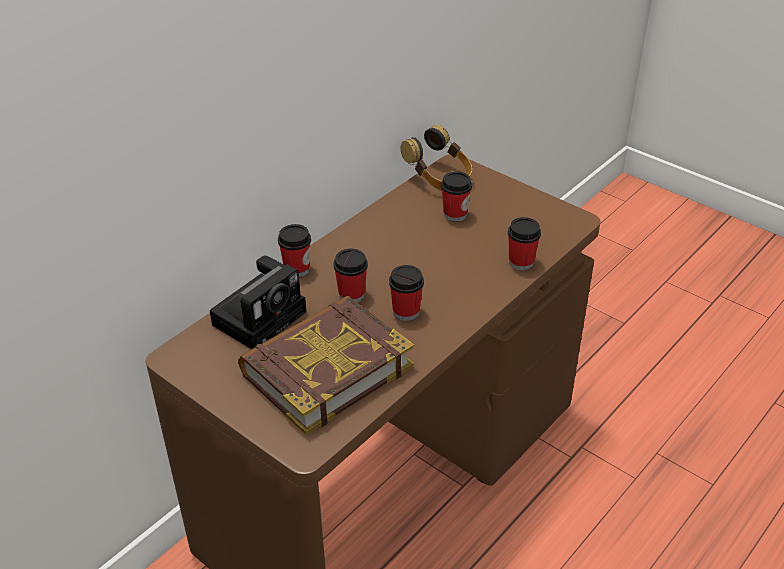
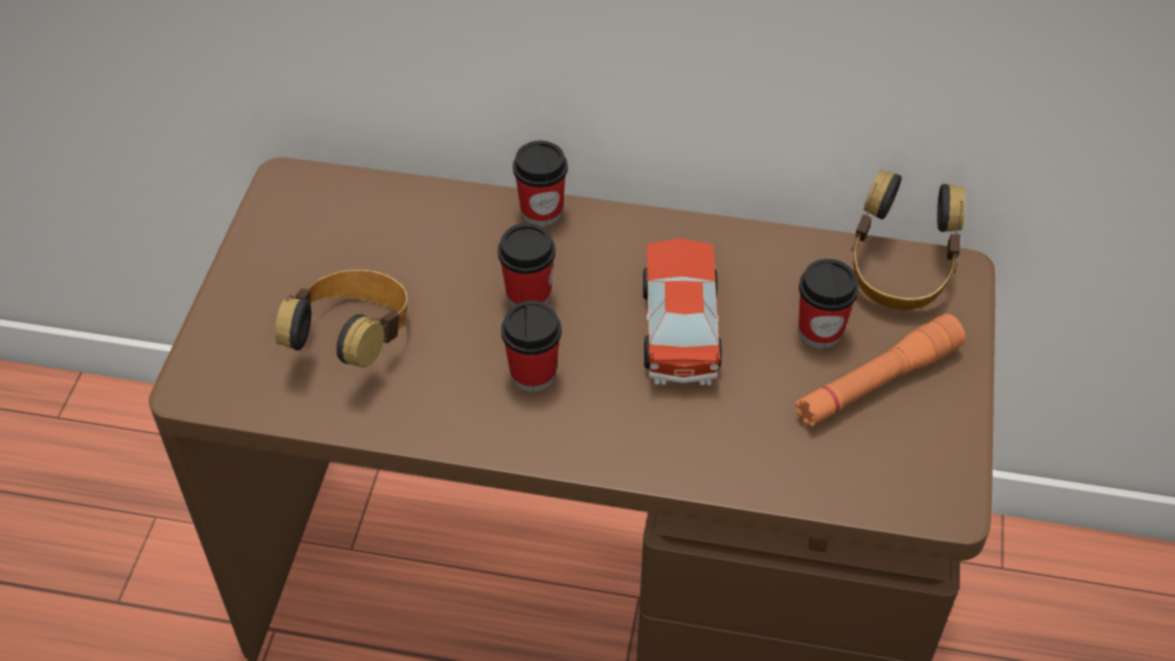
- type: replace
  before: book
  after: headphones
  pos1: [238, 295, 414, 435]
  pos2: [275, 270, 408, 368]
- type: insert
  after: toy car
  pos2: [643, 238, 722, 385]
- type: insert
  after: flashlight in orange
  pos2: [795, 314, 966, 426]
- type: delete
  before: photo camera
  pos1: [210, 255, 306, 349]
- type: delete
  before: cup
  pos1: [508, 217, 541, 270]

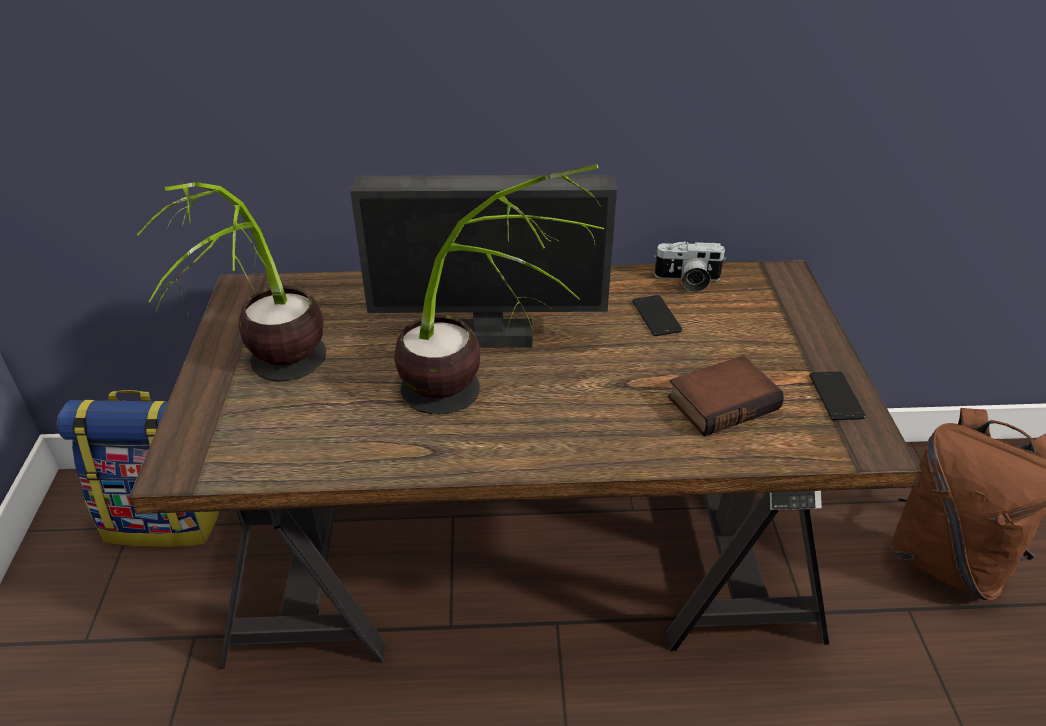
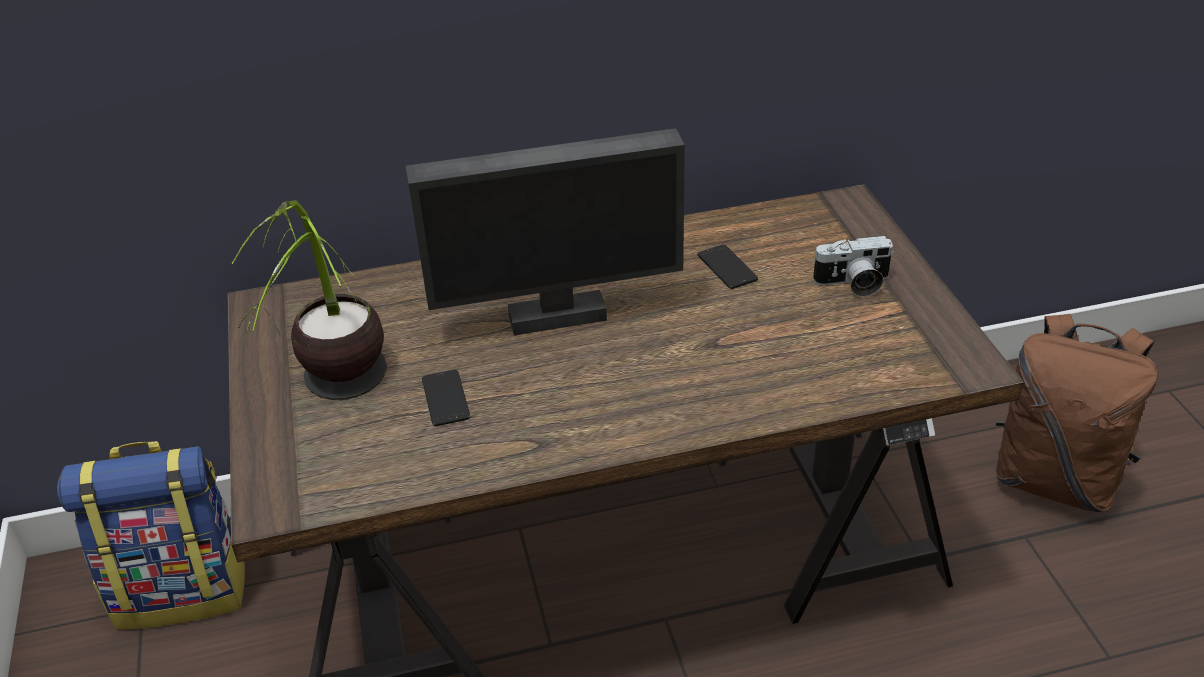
- type: move
  before: phone
  pos1: [809, 371, 866, 420]
  pos2: [422, 370, 470, 426]
- type: move
  before: photo camera
  pos1: [654, 241, 726, 292]
  pos2: [812, 236, 894, 297]
- type: delete
  before: potted plant
  pos1: [394, 164, 604, 415]
- type: delete
  before: book
  pos1: [668, 355, 784, 436]

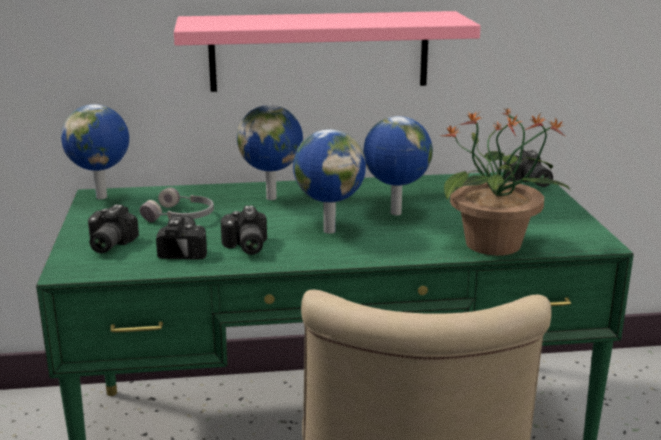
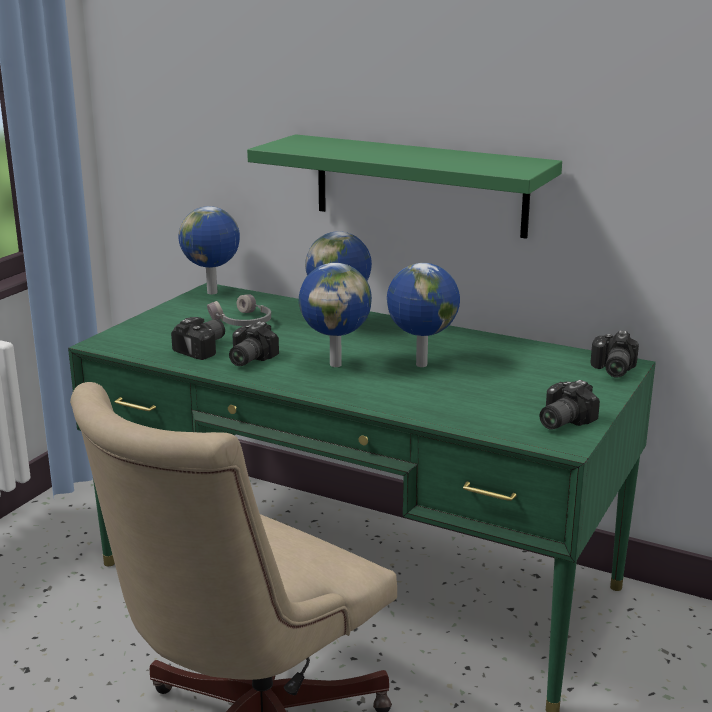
- type: recolor
  before: shelf in pink
  after: shelf in green
  pos1: [174, 11, 481, 92]
  pos2: [247, 134, 562, 239]
- type: move
  before: photo camera
  pos1: [88, 205, 139, 253]
  pos2: [540, 380, 600, 429]
- type: delete
  before: potted plant
  pos1: [441, 107, 570, 256]

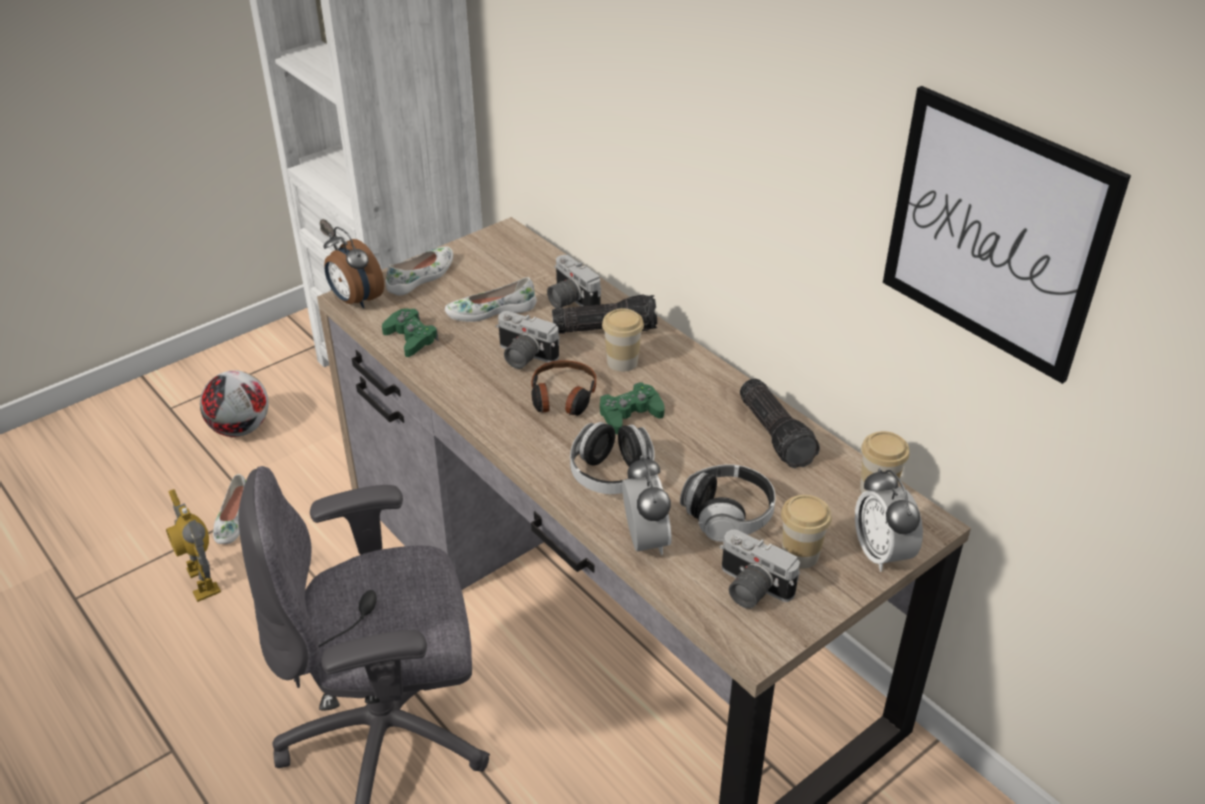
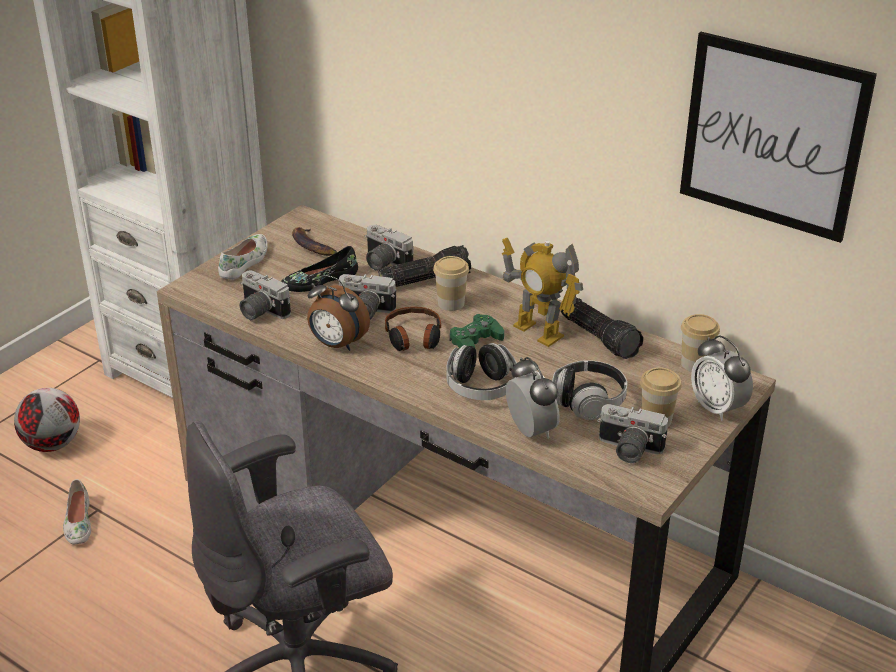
- type: replace
  before: game controller in green
  after: photo camera
  pos1: [382, 308, 439, 357]
  pos2: [240, 270, 291, 320]
- type: recolor
  before: shoe in white
  after: shoe in black
  pos1: [445, 277, 537, 322]
  pos2: [281, 246, 358, 292]
- type: insert
  after: banana
  pos2: [292, 227, 337, 256]
- type: move
  before: alarm clock
  pos1: [324, 227, 384, 309]
  pos2: [307, 275, 370, 351]
- type: move
  before: toy robot
  pos1: [166, 489, 221, 602]
  pos2: [502, 237, 583, 347]

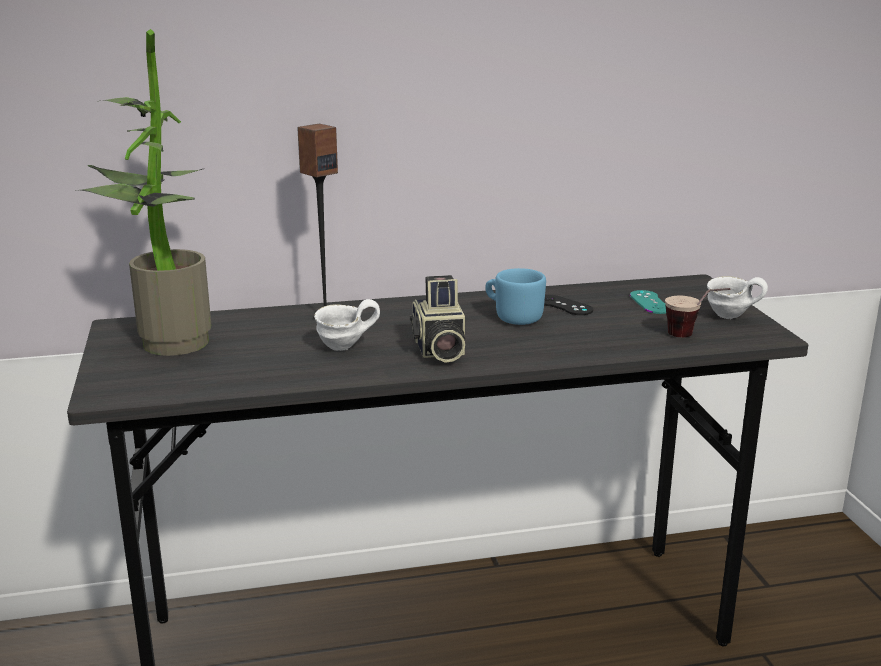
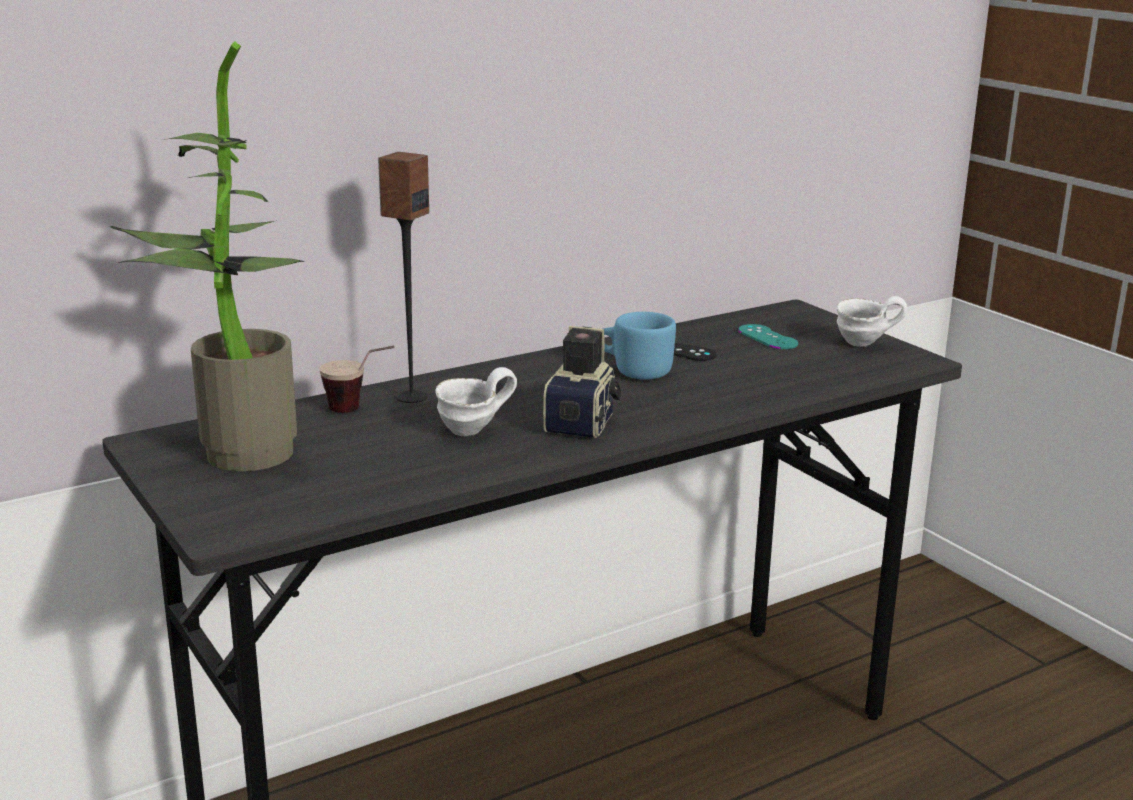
- type: move
  before: cup
  pos1: [665, 288, 730, 337]
  pos2: [319, 346, 394, 413]
- type: rotate
  before: photo camera
  pos1: [410, 275, 465, 363]
  pos2: [543, 326, 621, 438]
  turn: -135

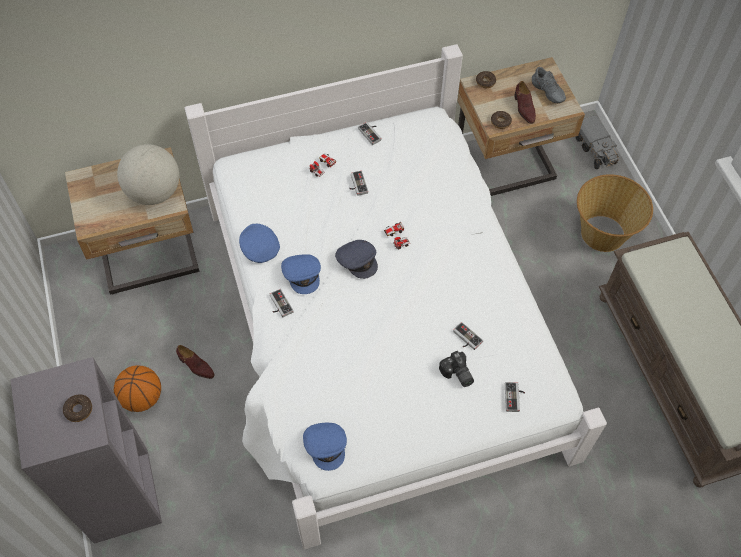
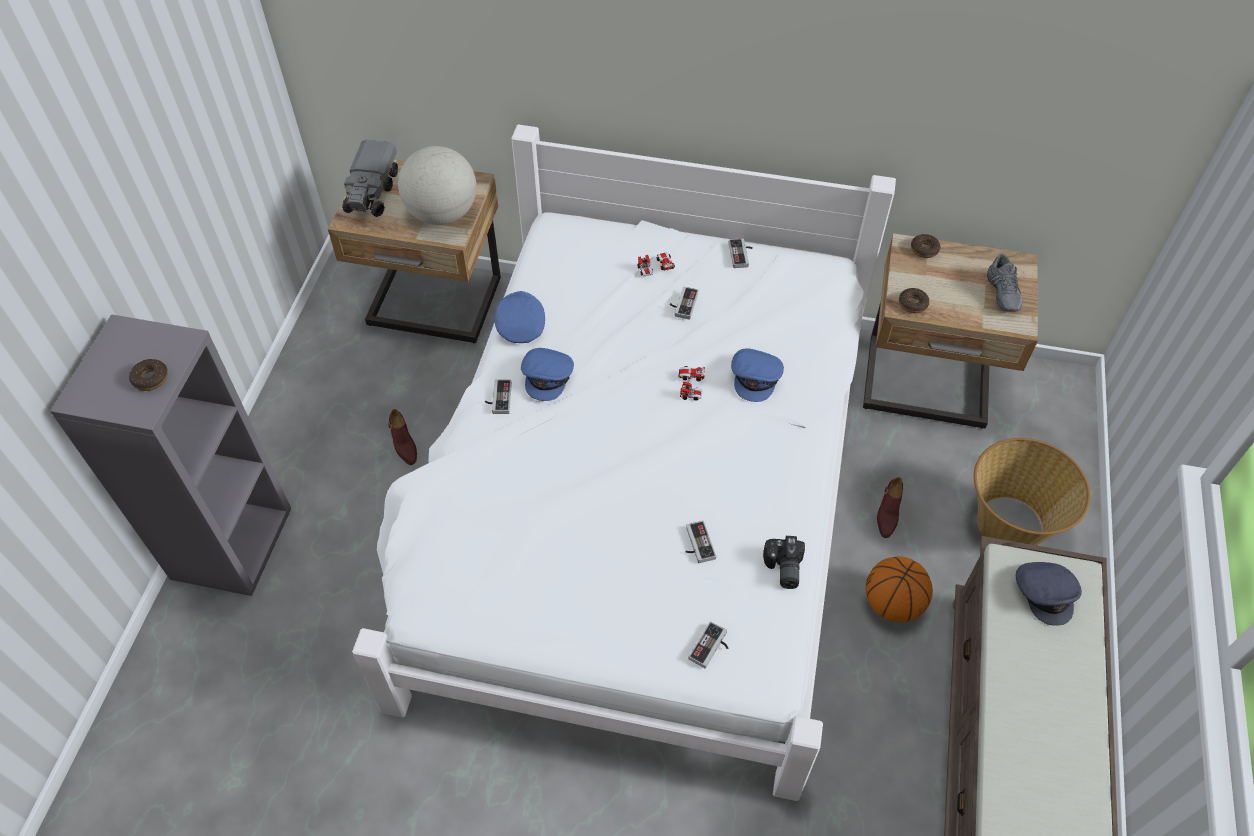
- type: move
  before: toy truck
  pos1: [575, 116, 618, 169]
  pos2: [342, 140, 398, 217]
- type: move
  before: cap in blue
  pos1: [303, 423, 347, 471]
  pos2: [731, 348, 784, 402]
- type: move
  before: photo camera
  pos1: [439, 351, 474, 387]
  pos2: [763, 536, 805, 589]
- type: move
  before: basketball
  pos1: [114, 365, 161, 412]
  pos2: [866, 556, 933, 622]
- type: move
  before: shoe in brown
  pos1: [514, 81, 536, 124]
  pos2: [877, 477, 903, 538]
- type: move
  before: cap in grey
  pos1: [335, 240, 378, 279]
  pos2: [1016, 562, 1082, 626]

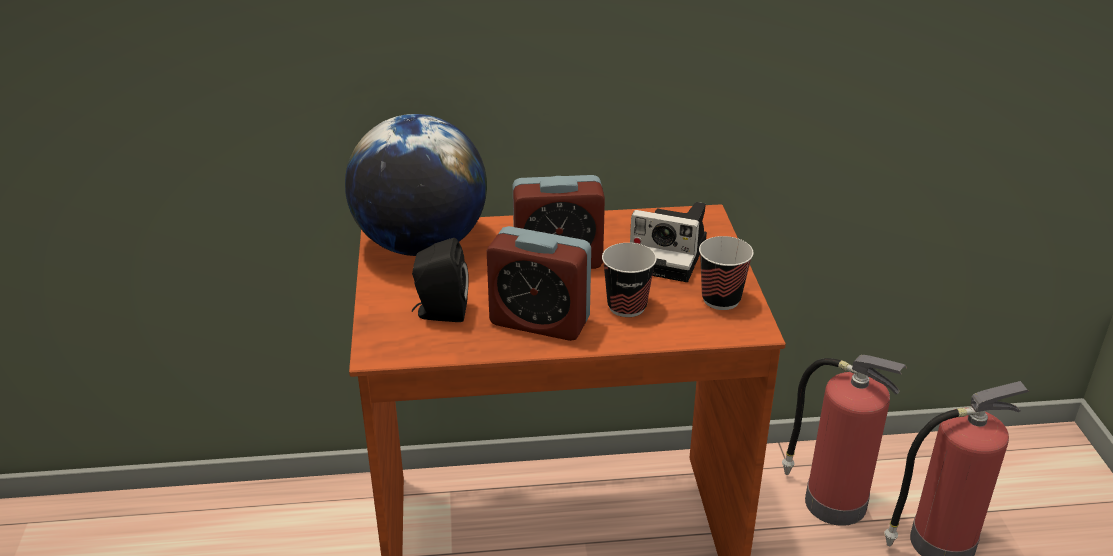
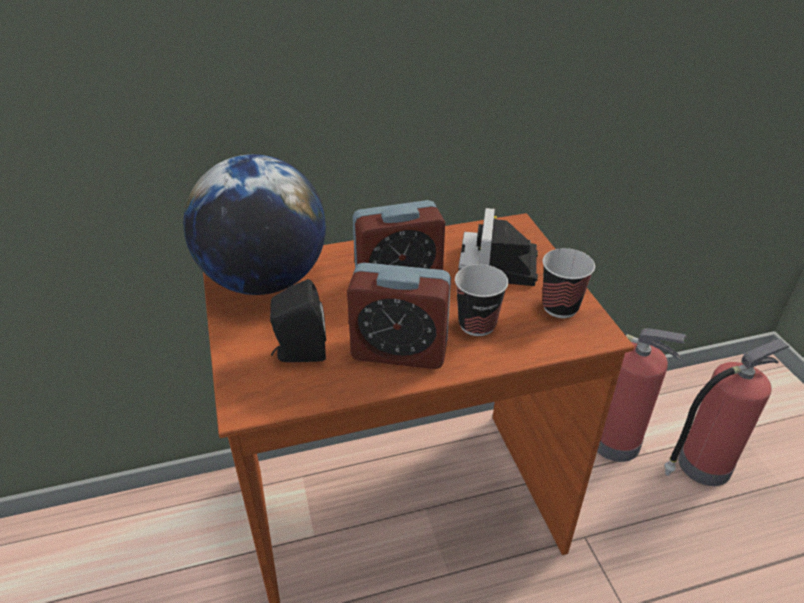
- type: rotate
  before: photo camera
  pos1: [630, 202, 707, 282]
  pos2: [458, 208, 538, 286]
  turn: 90

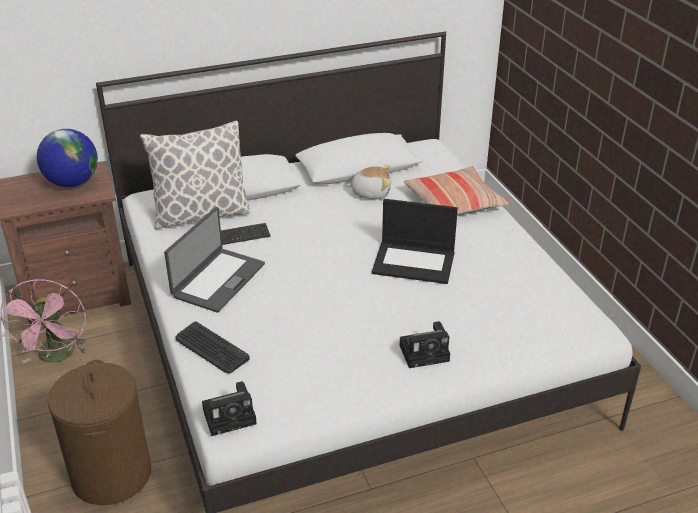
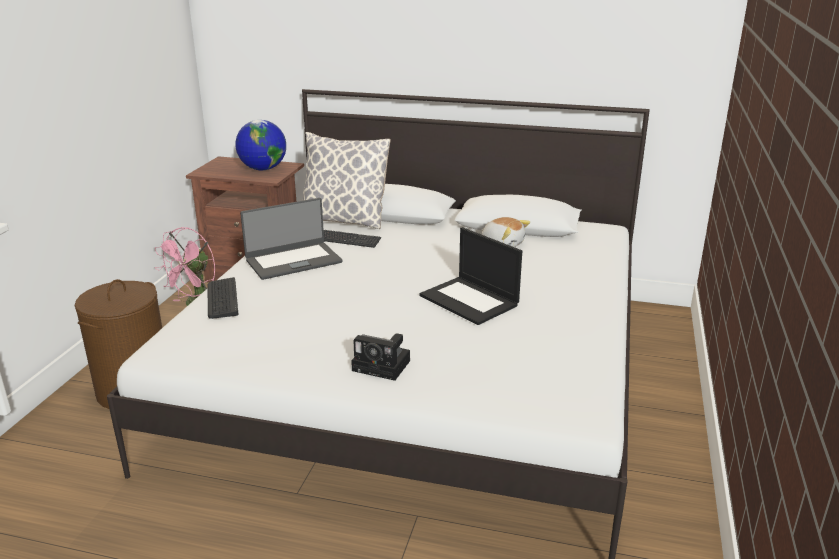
- type: delete
  before: photo camera
  pos1: [202, 381, 257, 436]
- type: delete
  before: pillow
  pos1: [404, 167, 510, 215]

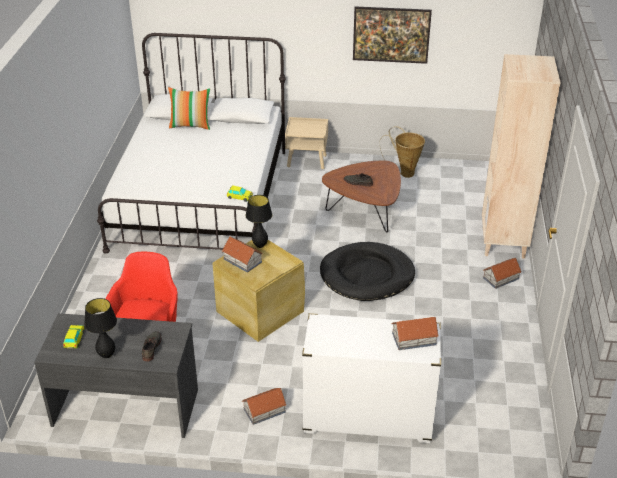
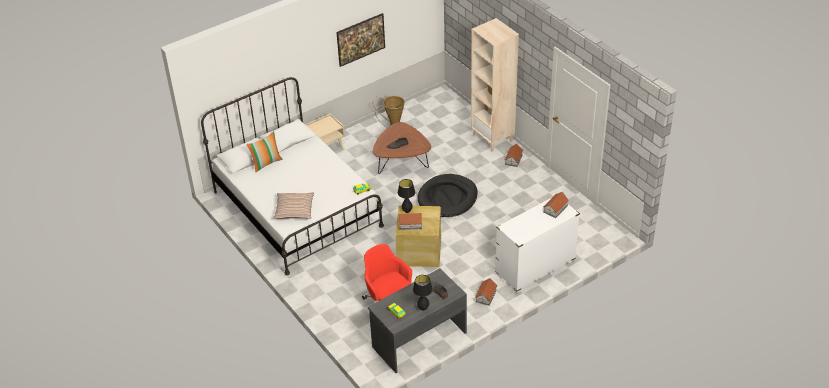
- type: insert
  after: pillow
  pos2: [273, 192, 314, 219]

